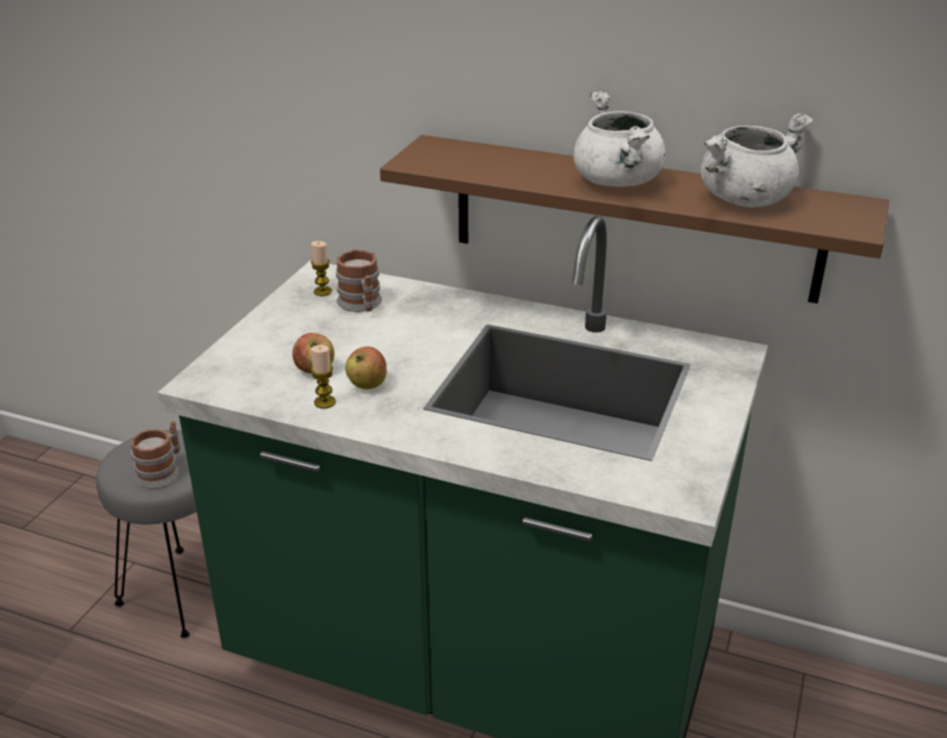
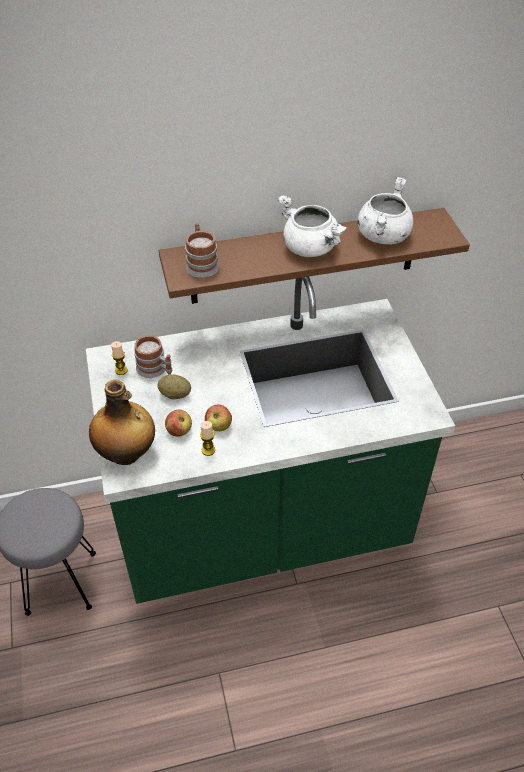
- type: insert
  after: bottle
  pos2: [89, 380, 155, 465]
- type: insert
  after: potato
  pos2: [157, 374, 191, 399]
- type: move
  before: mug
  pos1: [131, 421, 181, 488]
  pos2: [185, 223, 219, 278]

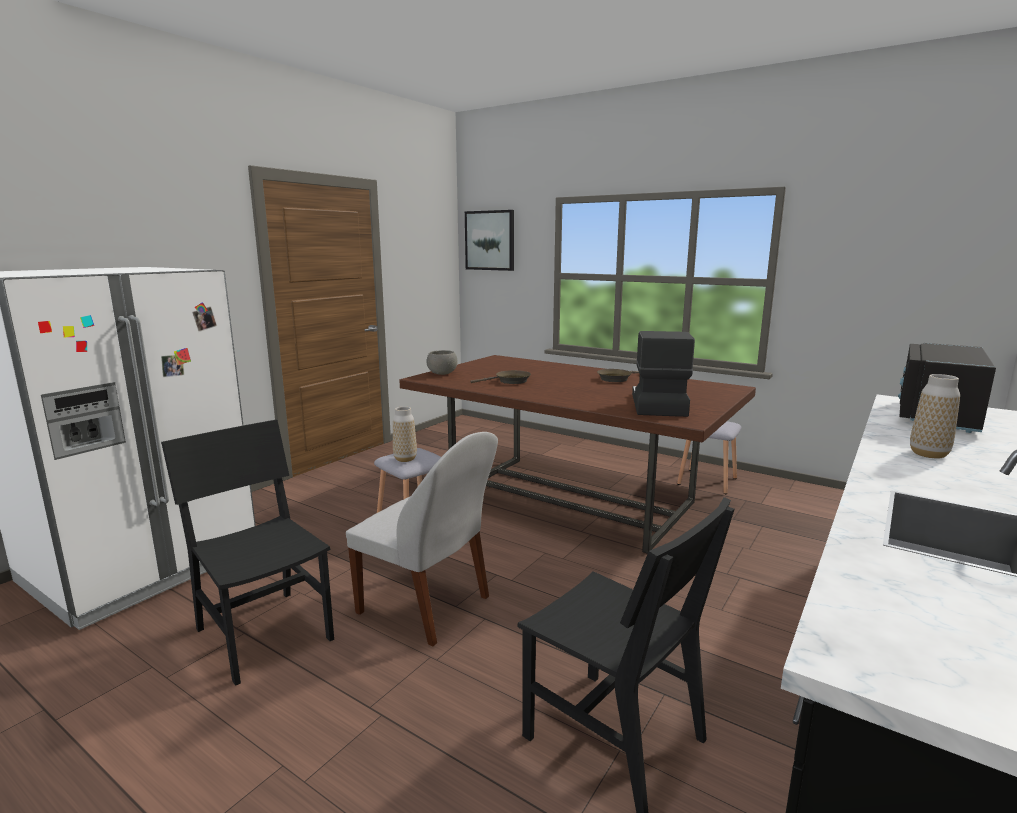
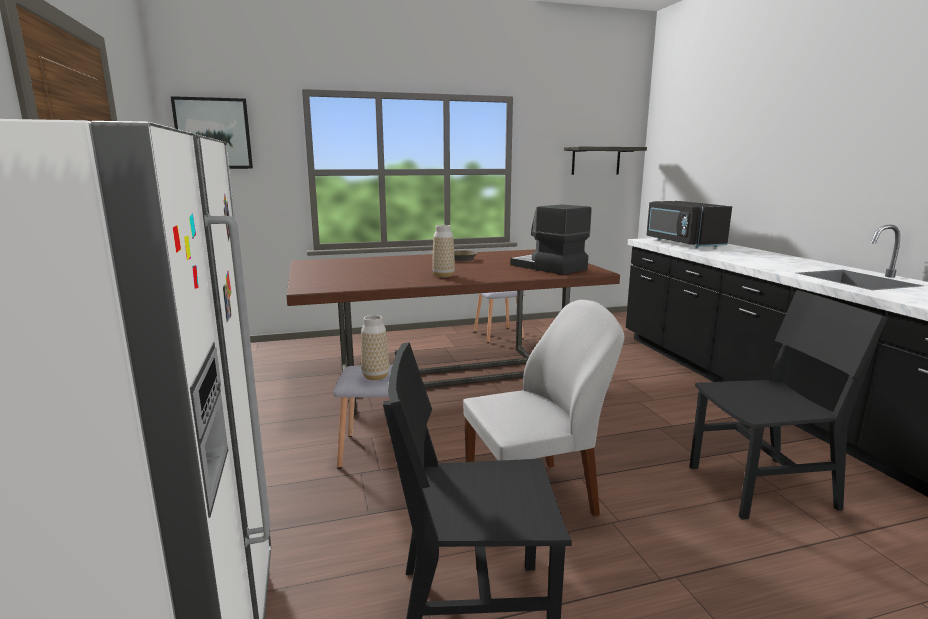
- type: move
  before: vase
  pos1: [910, 374, 960, 458]
  pos2: [432, 225, 455, 277]
- type: insert
  after: shelf
  pos2: [564, 147, 647, 175]
- type: delete
  before: bowl in grey
  pos1: [426, 350, 458, 375]
- type: delete
  before: frying pan in brown
  pos1: [470, 370, 531, 384]

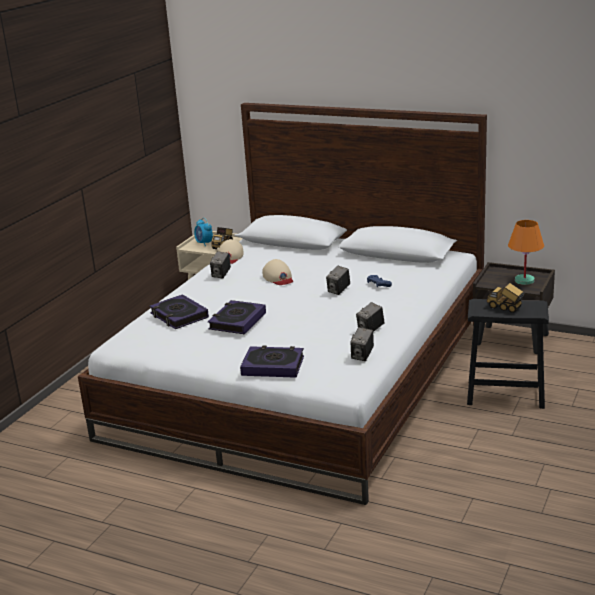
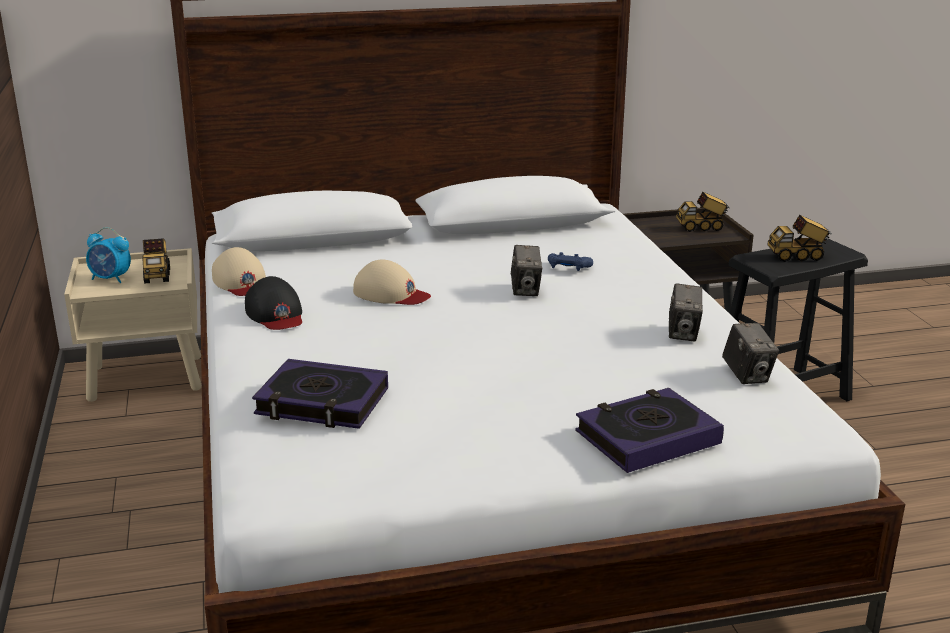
- type: replace
  before: photo camera
  after: cap in black
  pos1: [210, 251, 231, 279]
  pos2: [245, 276, 302, 330]
- type: replace
  before: table lamp in orange
  after: toy truck
  pos1: [508, 220, 544, 285]
  pos2: [676, 192, 730, 232]
- type: delete
  before: book
  pos1: [208, 300, 266, 334]

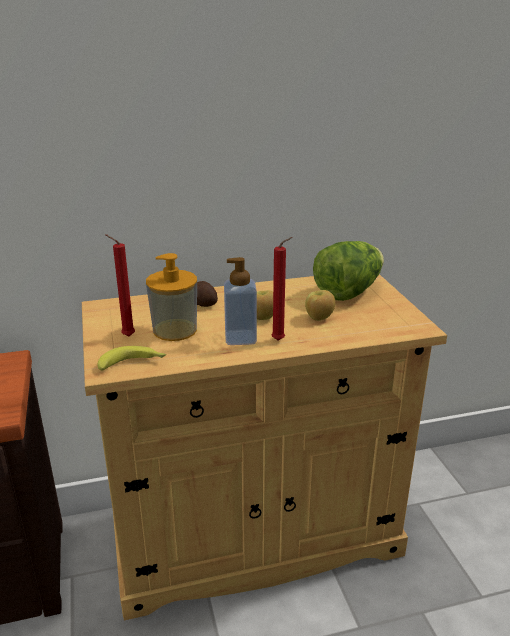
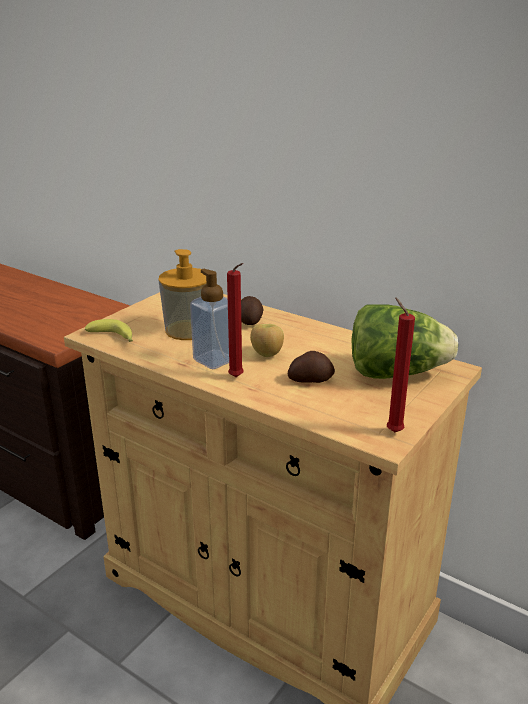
- type: replace
  before: apple
  after: potato
  pos1: [305, 290, 335, 321]
  pos2: [288, 351, 335, 383]
- type: move
  before: candle in red
  pos1: [105, 234, 135, 337]
  pos2: [387, 297, 415, 432]

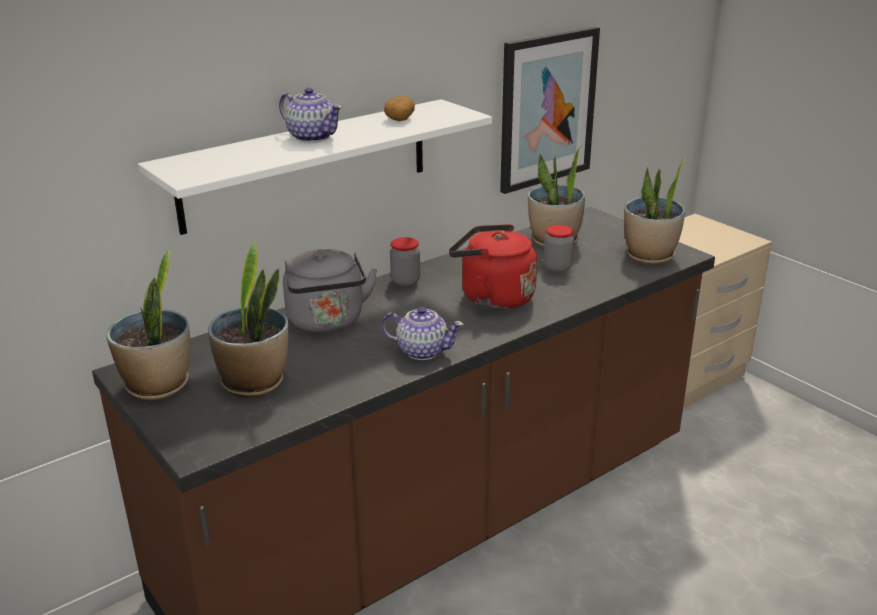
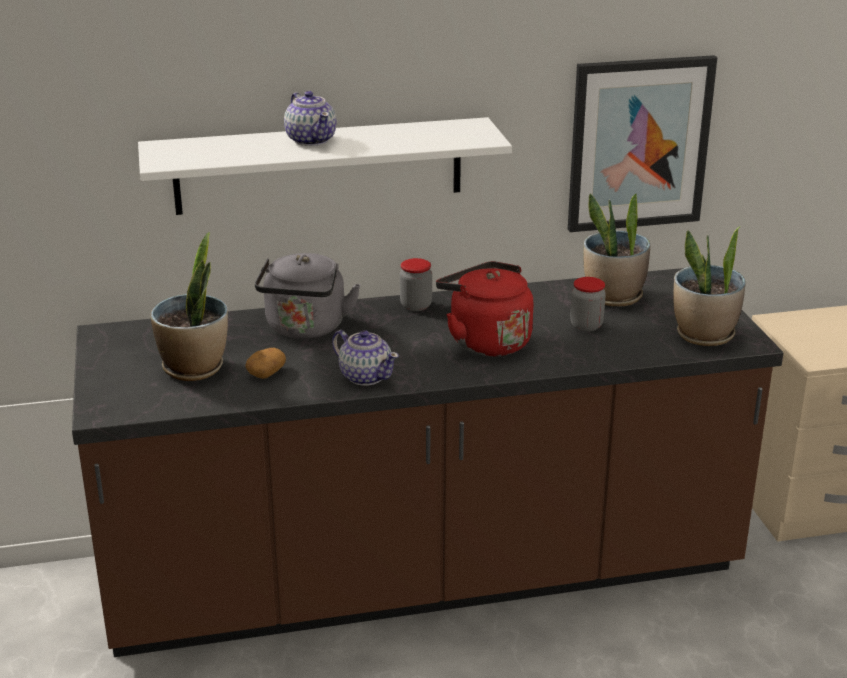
- type: move
  before: potato
  pos1: [384, 96, 415, 121]
  pos2: [246, 348, 286, 379]
- type: delete
  before: potted plant
  pos1: [106, 248, 190, 401]

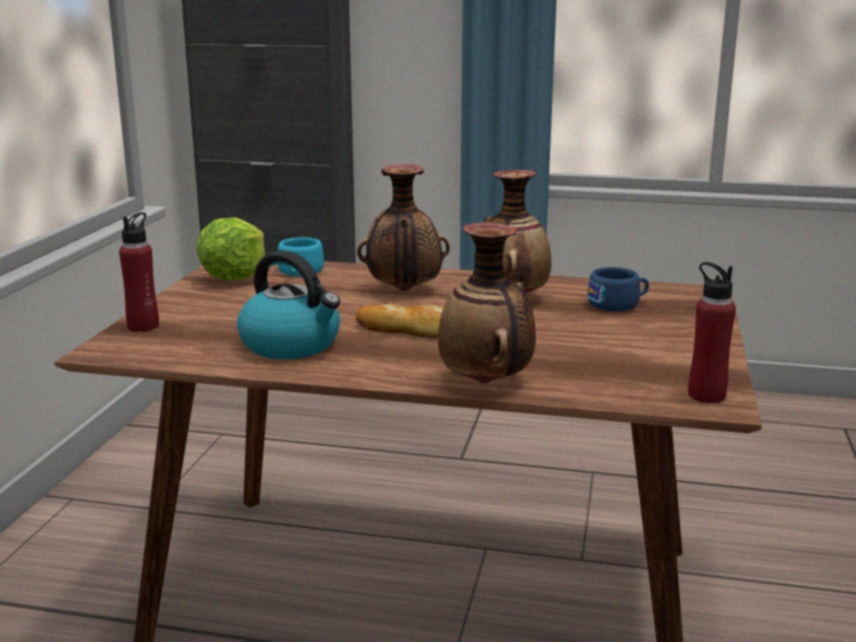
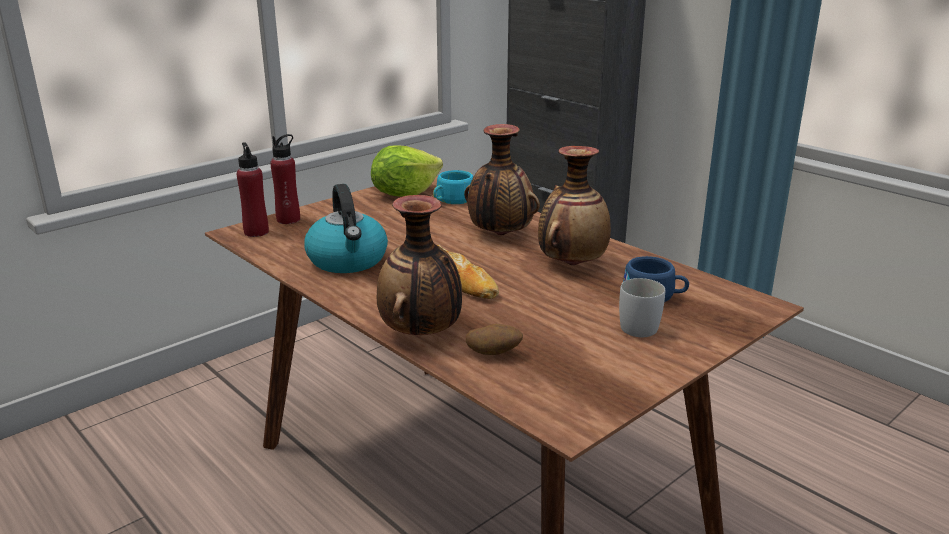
- type: move
  before: bottle in red
  pos1: [688, 262, 736, 403]
  pos2: [237, 142, 269, 237]
- type: insert
  after: potato
  pos2: [466, 324, 523, 355]
- type: insert
  after: mug in white
  pos2: [619, 278, 665, 337]

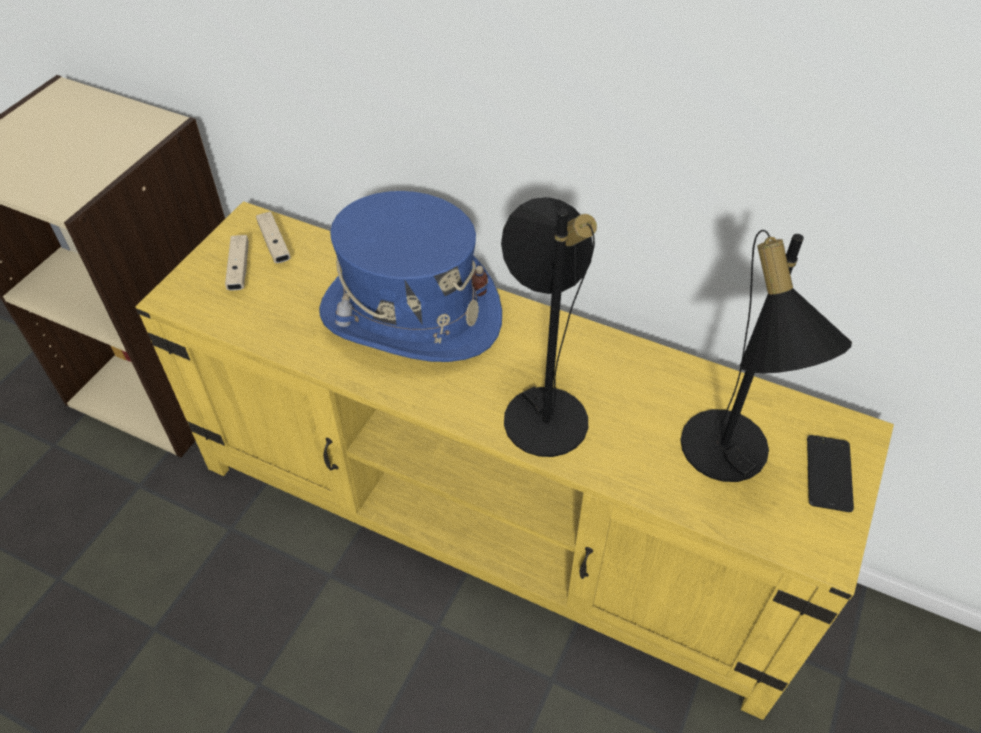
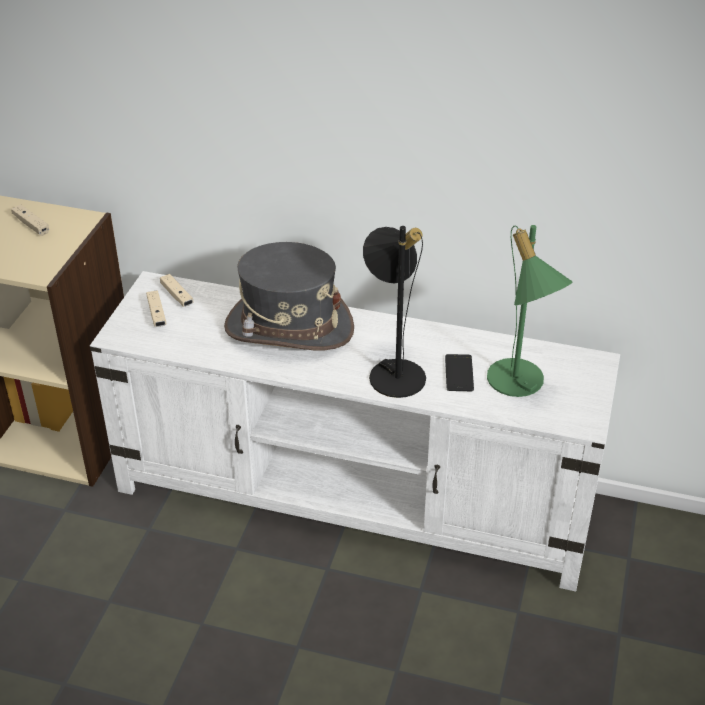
- type: insert
  after: game controller in beige
  pos2: [11, 204, 49, 236]
- type: recolor
  before: tv stand in yellow
  after: tv stand in white
  pos1: [136, 201, 894, 720]
  pos2: [90, 271, 620, 592]
- type: recolor
  before: hat in blue
  after: hat in grey
  pos1: [319, 191, 502, 362]
  pos2: [224, 242, 354, 350]
- type: move
  before: phone
  pos1: [807, 435, 854, 512]
  pos2: [445, 354, 474, 391]
- type: recolor
  before: table lamp in black
  after: table lamp in green
  pos1: [680, 230, 852, 482]
  pos2: [487, 225, 573, 397]

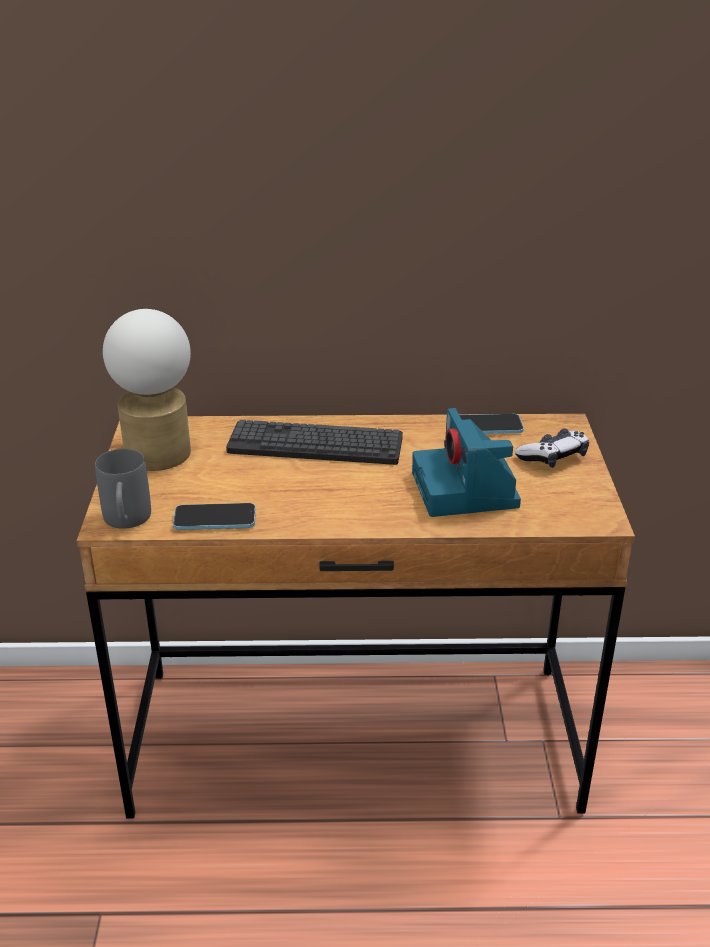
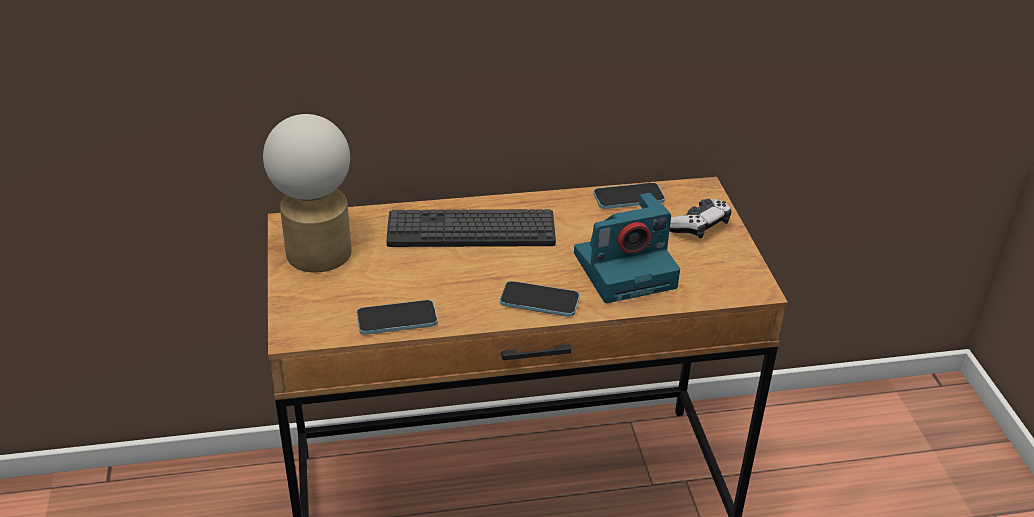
- type: insert
  after: phone
  pos2: [500, 281, 580, 317]
- type: rotate
  before: photo camera
  pos1: [412, 408, 521, 517]
  pos2: [574, 193, 680, 303]
  turn: -90
- type: delete
  before: mug in grey
  pos1: [95, 449, 151, 529]

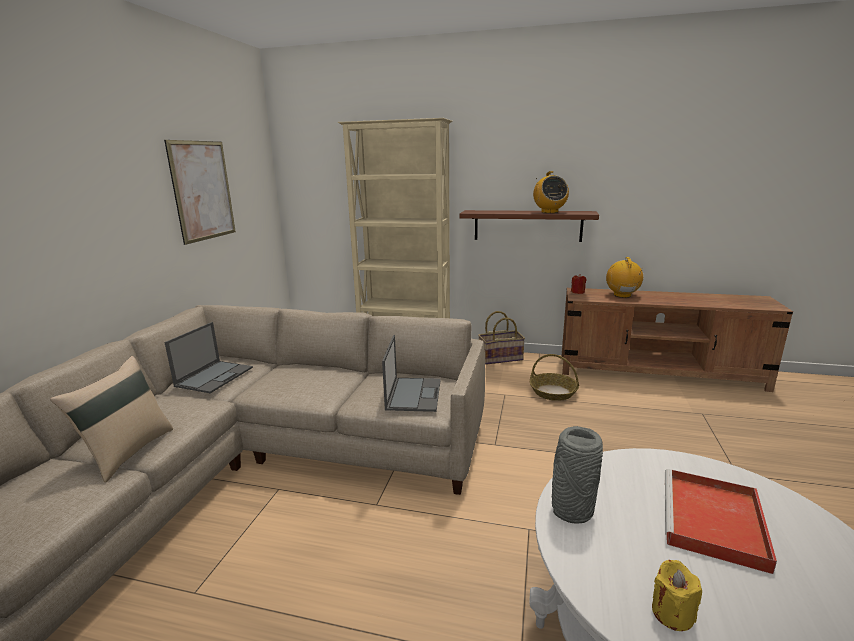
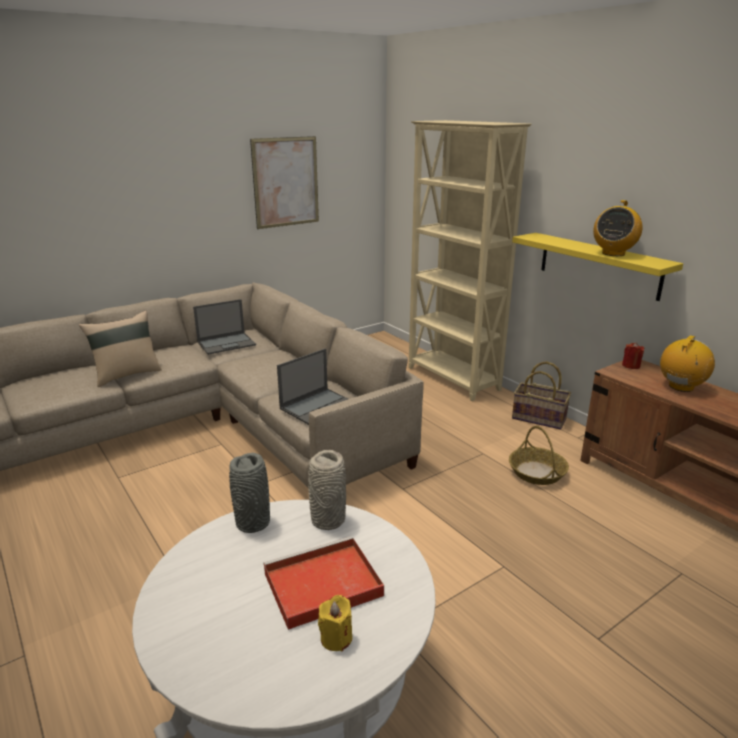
- type: insert
  after: vase in grey
  pos2: [308, 450, 346, 530]
- type: move
  before: candle in yellow
  pos1: [652, 560, 702, 631]
  pos2: [318, 595, 352, 651]
- type: recolor
  before: shelf in brown
  after: shelf in yellow
  pos1: [460, 210, 599, 242]
  pos2: [512, 233, 683, 301]

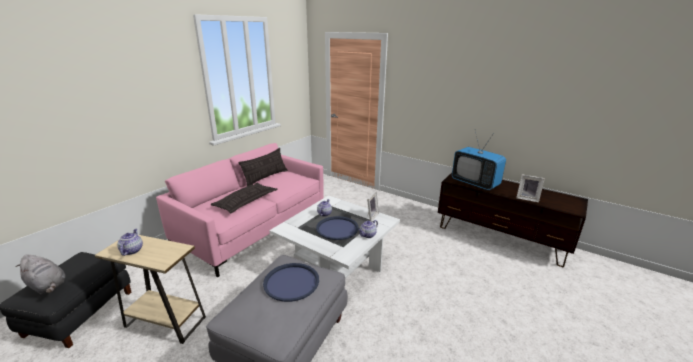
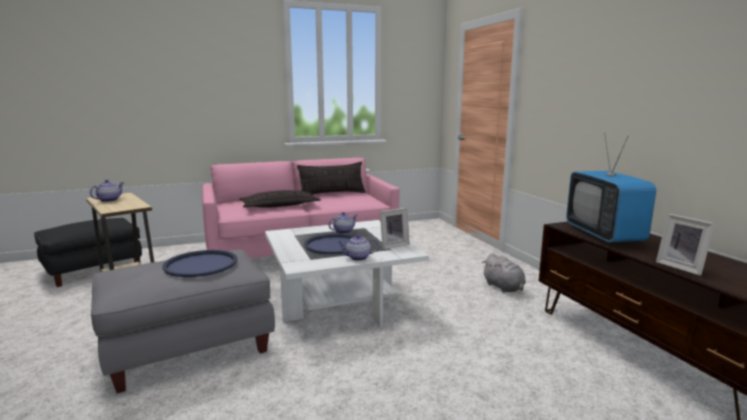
- type: move
  before: plush toy in grey
  pos1: [16, 255, 66, 294]
  pos2: [483, 253, 526, 292]

